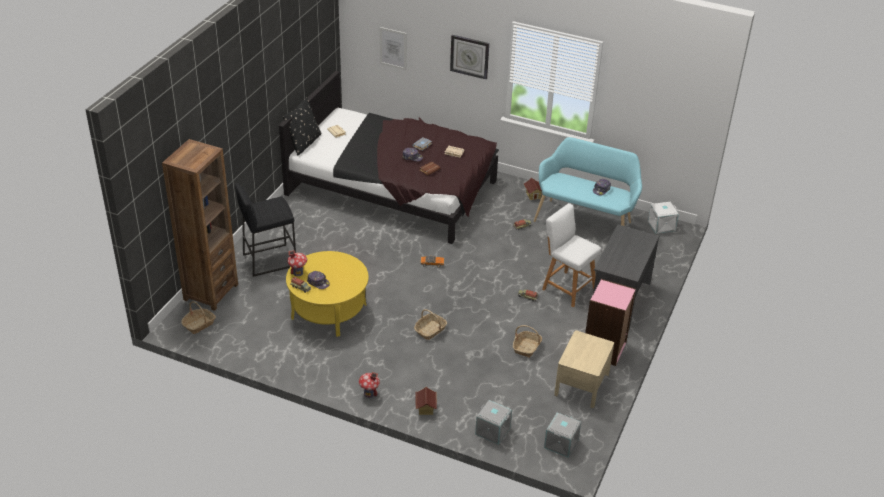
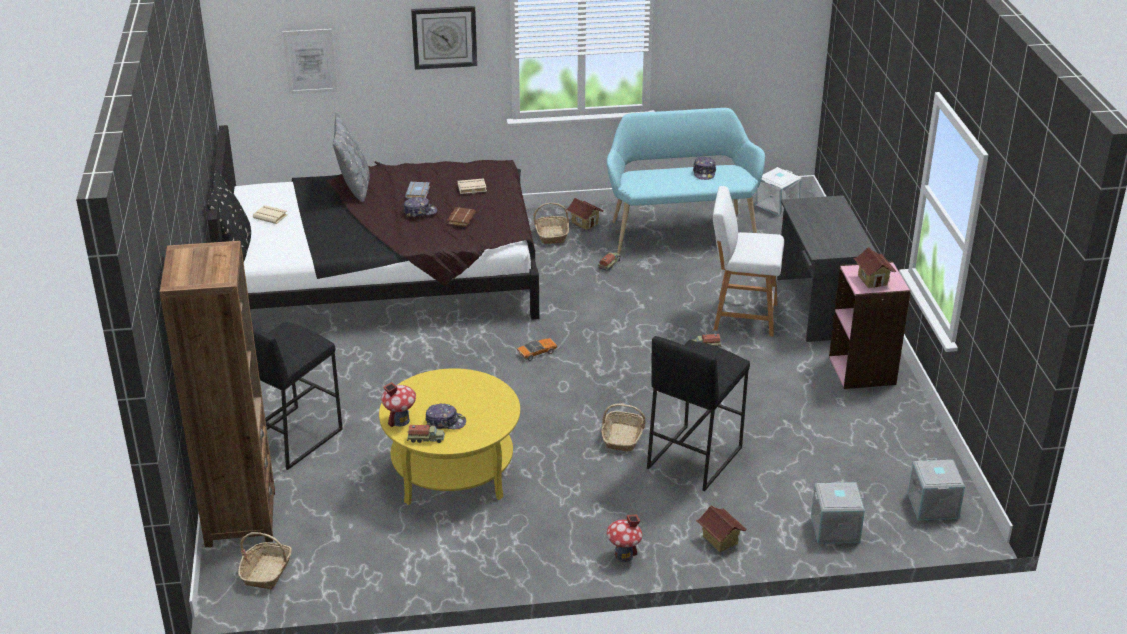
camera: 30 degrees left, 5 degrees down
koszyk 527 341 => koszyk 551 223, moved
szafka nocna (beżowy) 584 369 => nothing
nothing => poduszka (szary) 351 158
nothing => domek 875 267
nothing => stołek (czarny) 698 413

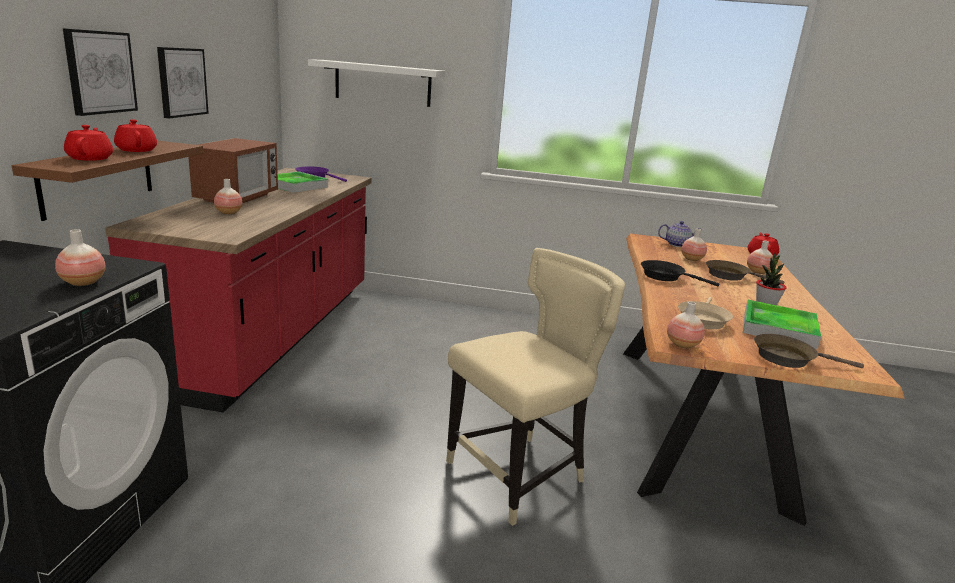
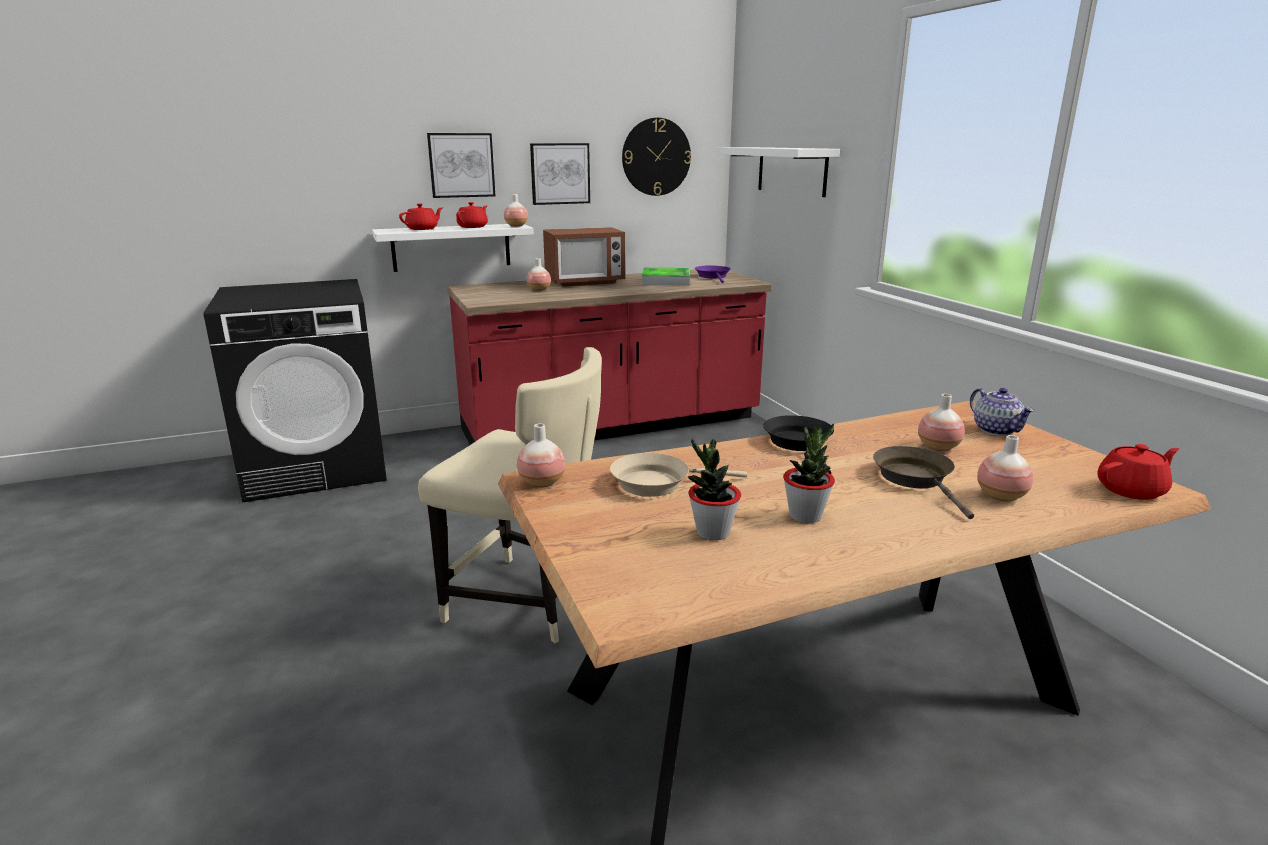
camera: 60 degrees right, 0 degrees up
półka (brązowy) 107 181 => półka (biały) 452 248
wazon 80 257 => wazon 516 210, moved
taca 782 324 => roślina doniczkowa 714 490
patelnia (brązowy) 809 351 => nothing
nothing => zegar ścienny 656 157

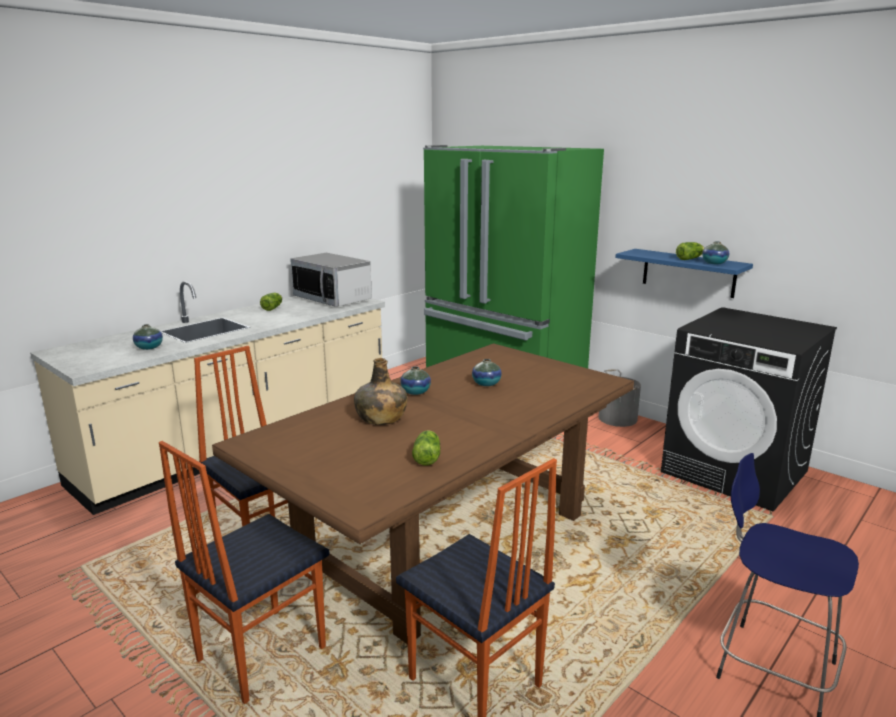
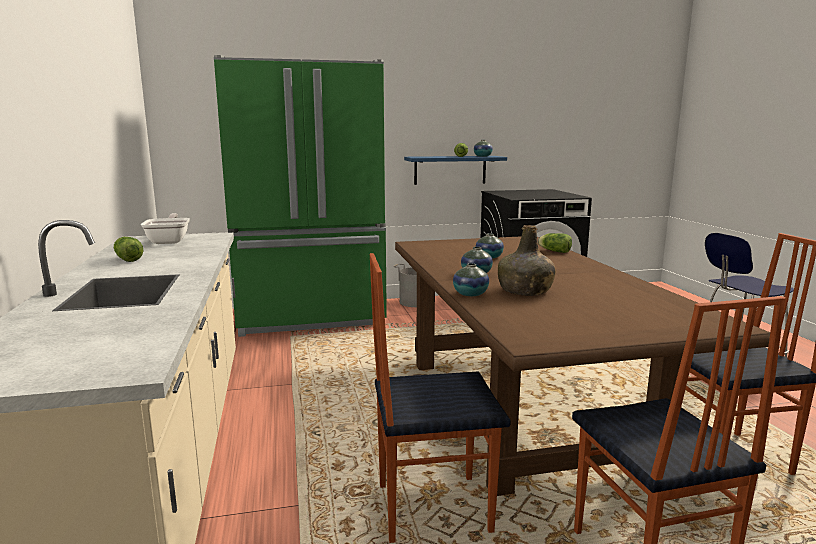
camera: 55 degrees left, 5 degrees down
mikrofalówka 331 280 => patelnia 165 228
wazon 148 337 => wazon 471 279, moved
sałata 426 448 => sałata 555 243, moved

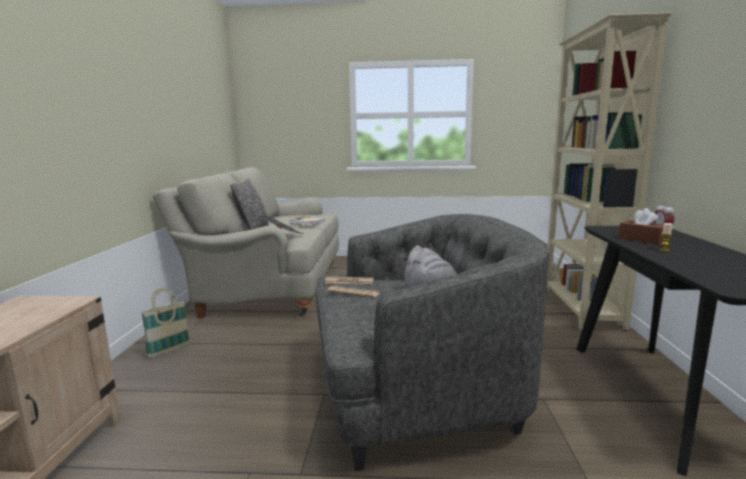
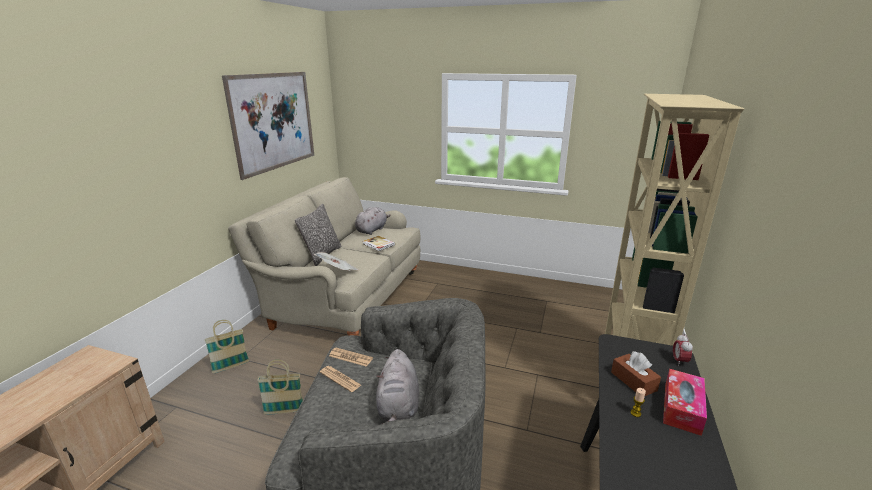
camera: 15 degrees right, 10 degrees up
nothing => obraz 268 126
nothing => pluszak (szary) 373 221
nothing => koszyk 280 387
nothing => pudełko chusteczek 685 402

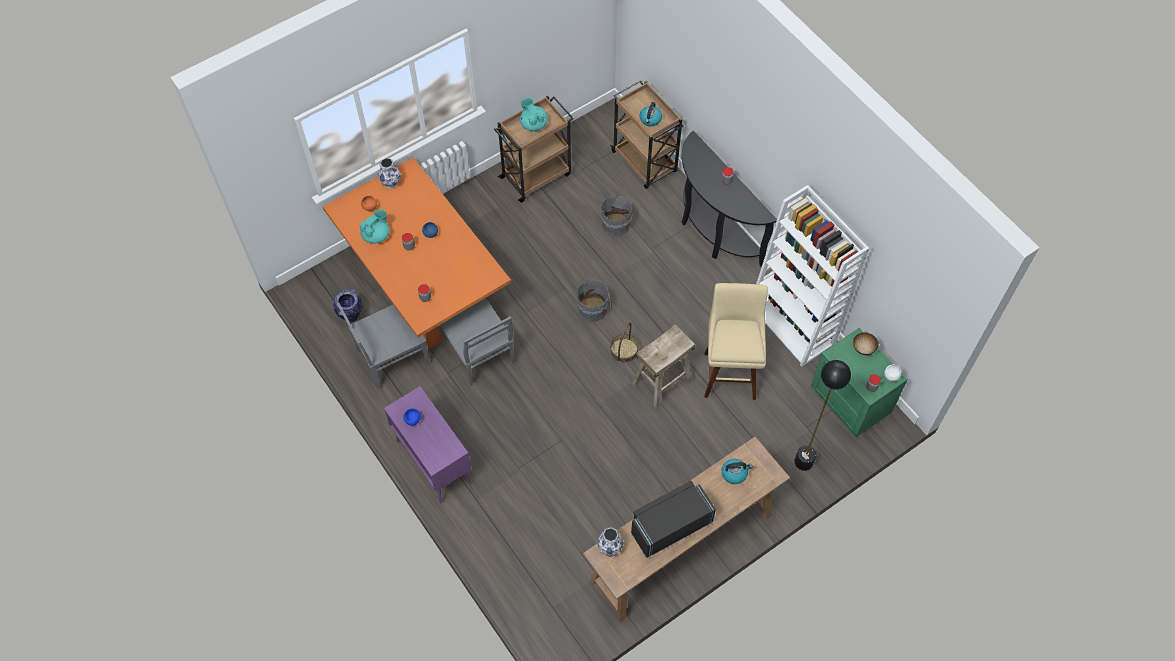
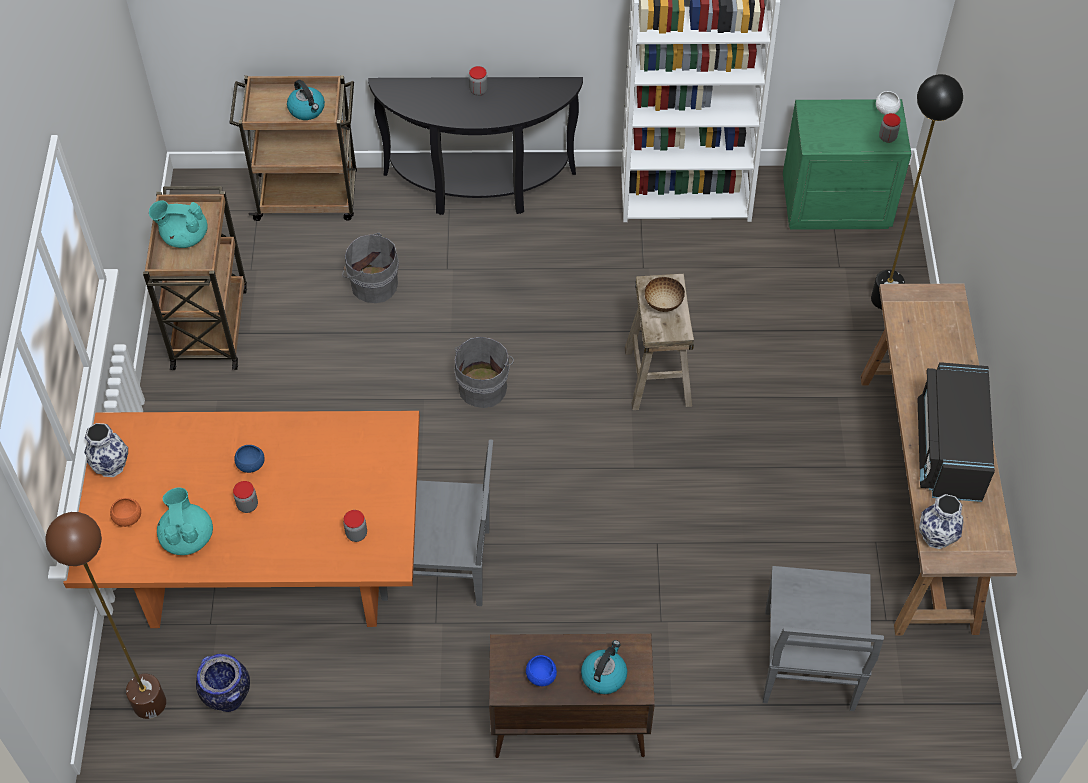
camera: 55 degrees left, 5 degrees down
stołek (beżowy) 736 341 => nothing
krzesło (szary) 383 345 => krzesło (szary) 823 638, moved
koszyk 624 342 => nothing
miska 866 343 => miska 665 294, moved
szafka (fioletowy) 428 445 => szafka (brązowy) 572 696
czajnik 737 471 => czajnik 604 667, moved
nothing => lampa stojąca (brązowy) 105 615

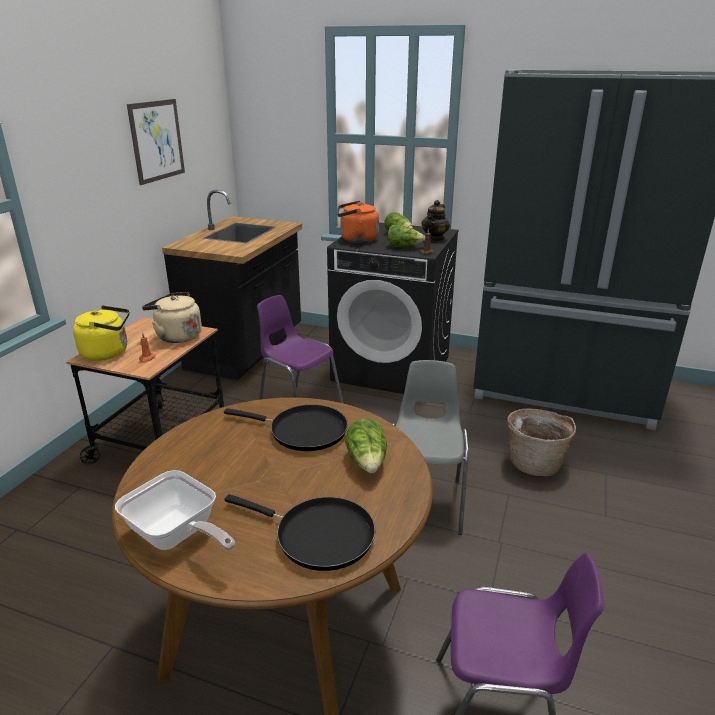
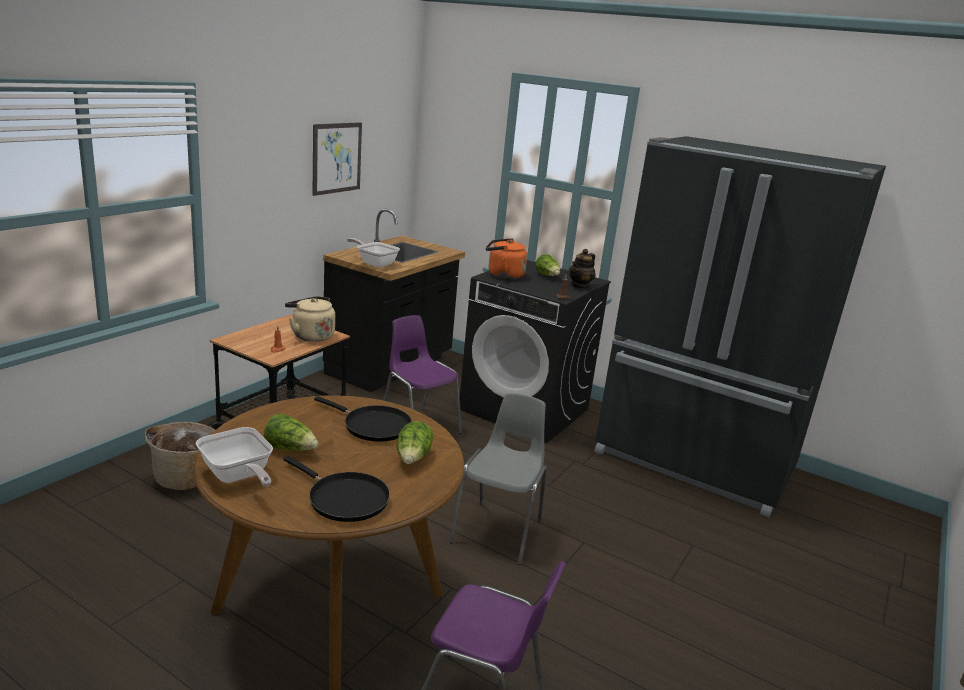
camera: 10 degrees right, 5 degrees down
sałata 406 236 => sałata 291 432, moved
czajnik (żółty) 101 333 => nothing
koszyk 541 442 => koszyk 180 456, moved
nothing => patelnia 373 252

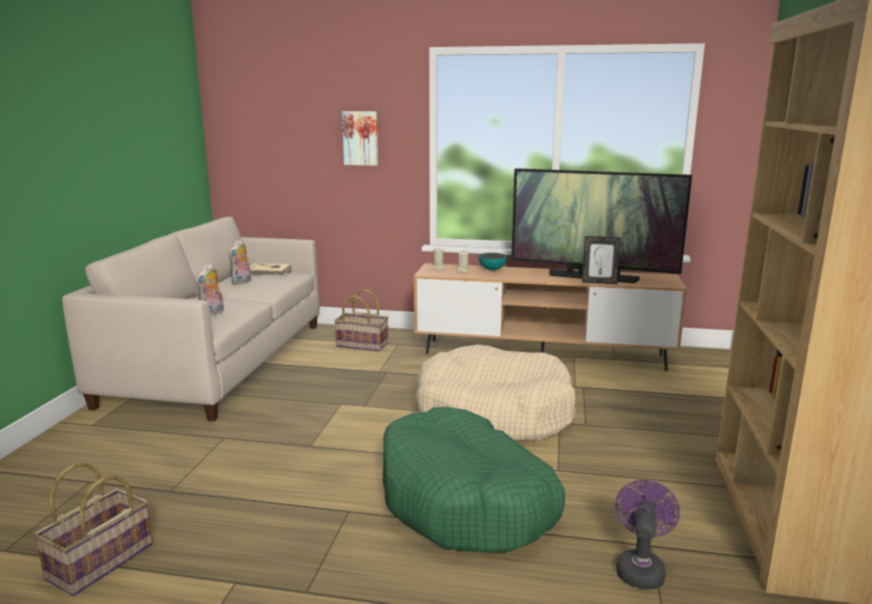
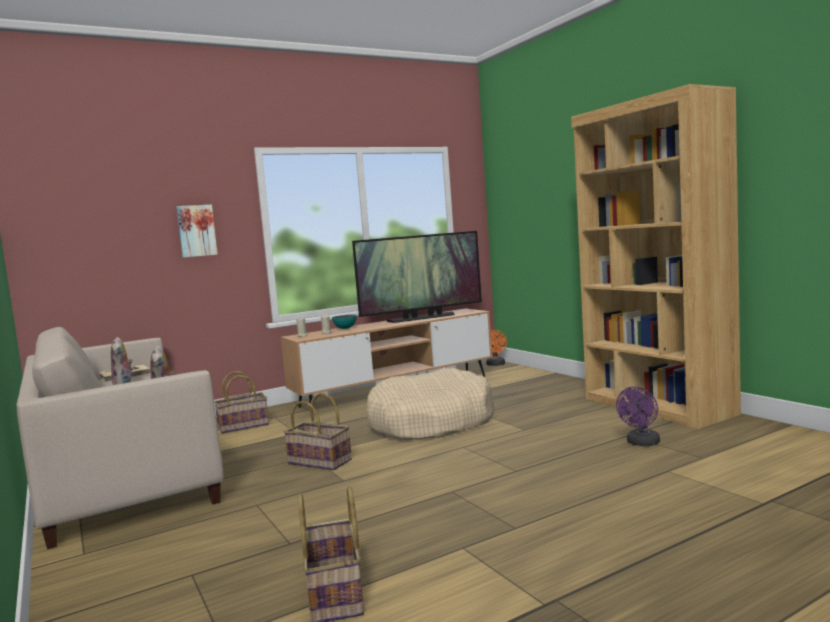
camera: 40 degrees left, 10 degrees down
ramka na zdjęcie 601 260 => nothing
legowisko (zielony) 474 480 => nothing
wentylator (fioletowy) 647 535 => wentylator (fioletowy) 638 416, 120 degrees counterclockwise
nothing => wentylator (pomarańczowy) 496 348
nothing => koszyk 318 431

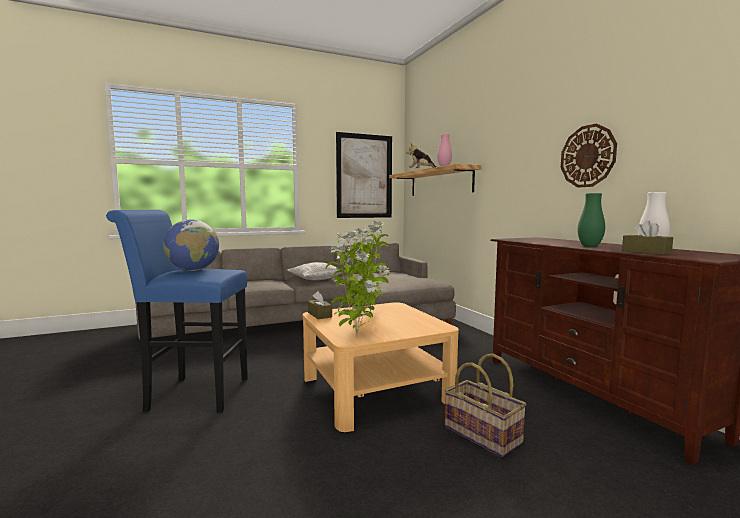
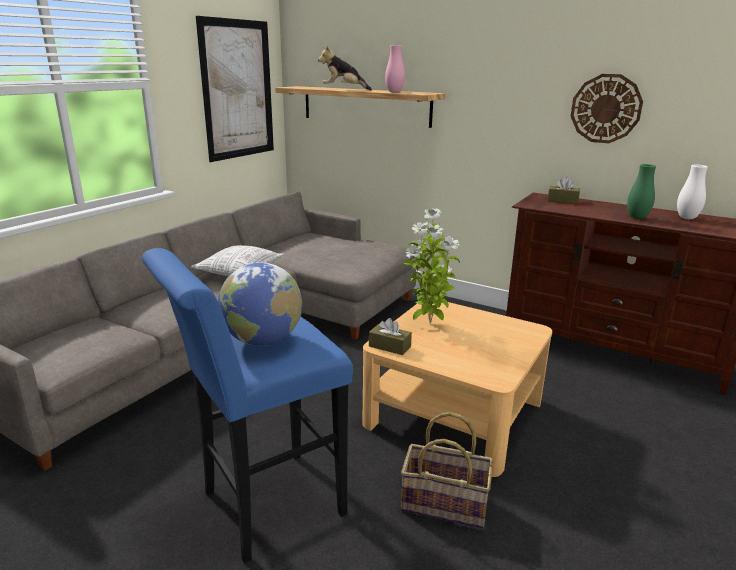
camera: 35 degrees left, 15 degrees up
pudełko chusteczek (brązowy) 647 237 => pudełko chusteczek (brązowy) 564 190, moved
roślina doniczkowa 356 279 => nothing
koszyk 485 405 => koszyk 447 470, moved

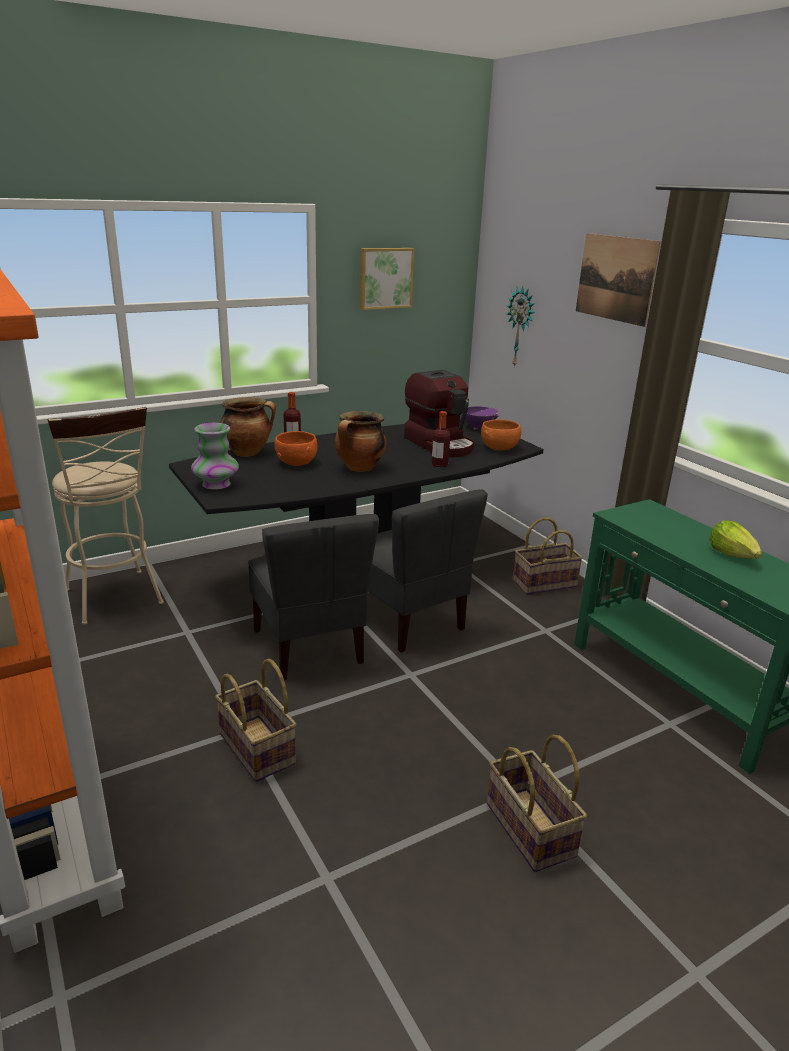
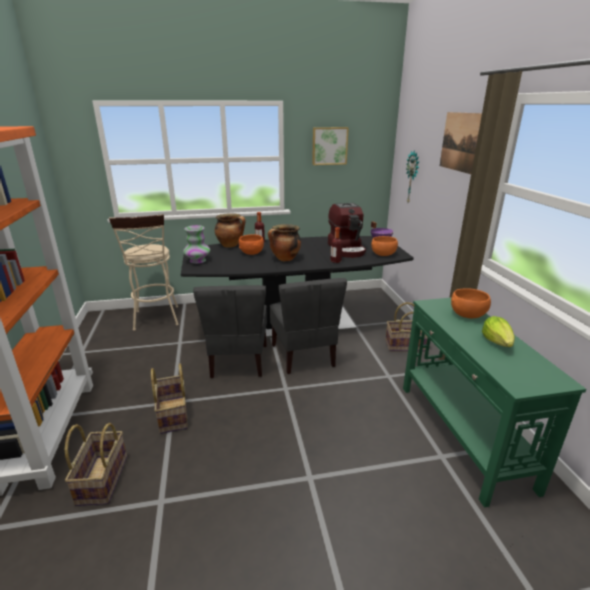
camera: 20 degrees right, 0 degrees up
koszyk 537 803 => koszyk 96 464, moved
nothing => miska (pomarańczowy) 471 303

